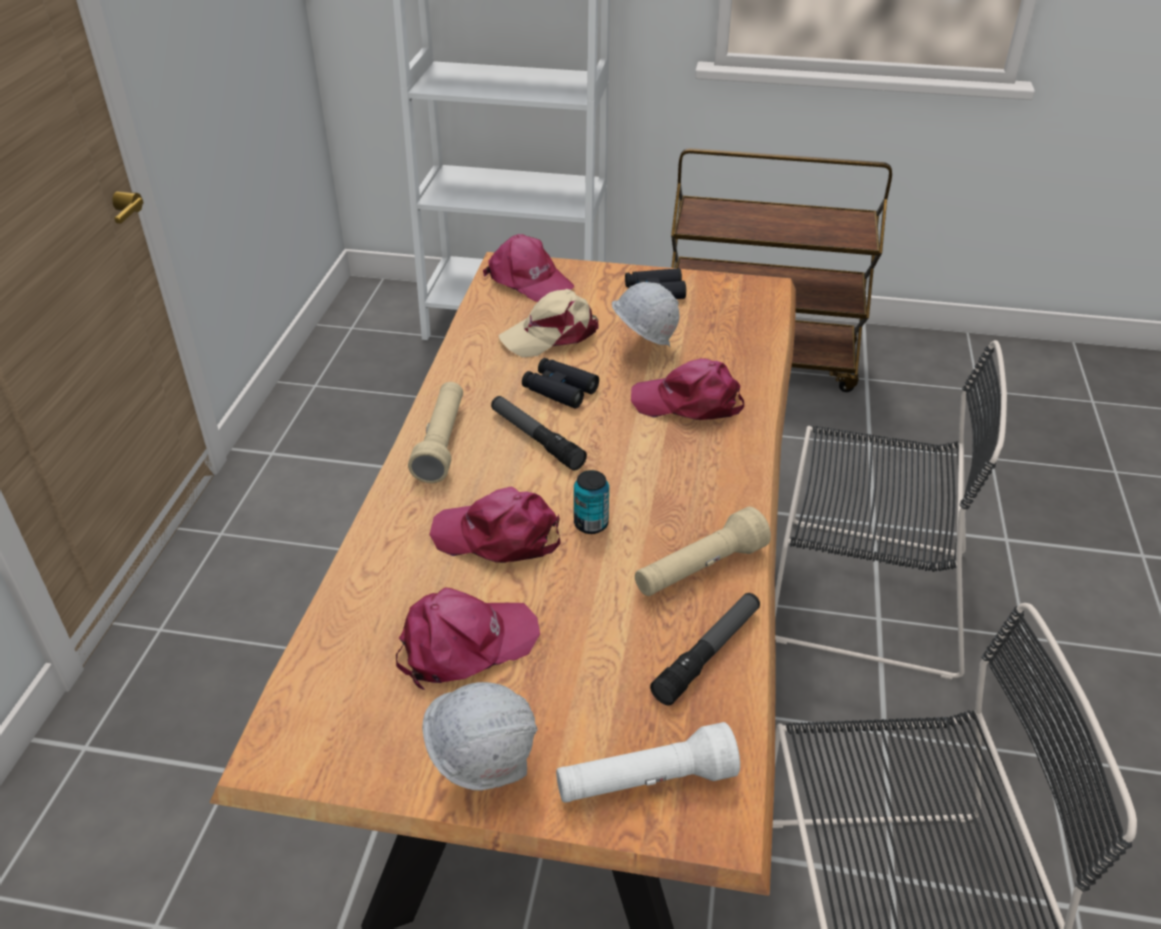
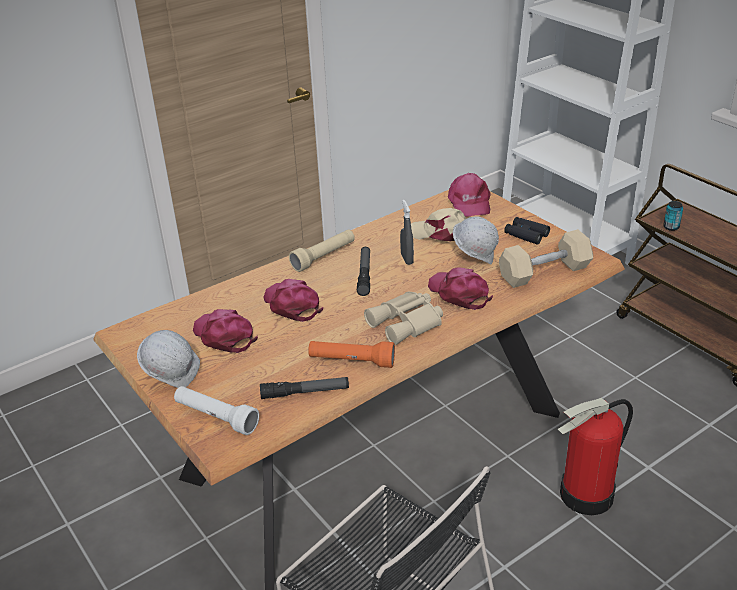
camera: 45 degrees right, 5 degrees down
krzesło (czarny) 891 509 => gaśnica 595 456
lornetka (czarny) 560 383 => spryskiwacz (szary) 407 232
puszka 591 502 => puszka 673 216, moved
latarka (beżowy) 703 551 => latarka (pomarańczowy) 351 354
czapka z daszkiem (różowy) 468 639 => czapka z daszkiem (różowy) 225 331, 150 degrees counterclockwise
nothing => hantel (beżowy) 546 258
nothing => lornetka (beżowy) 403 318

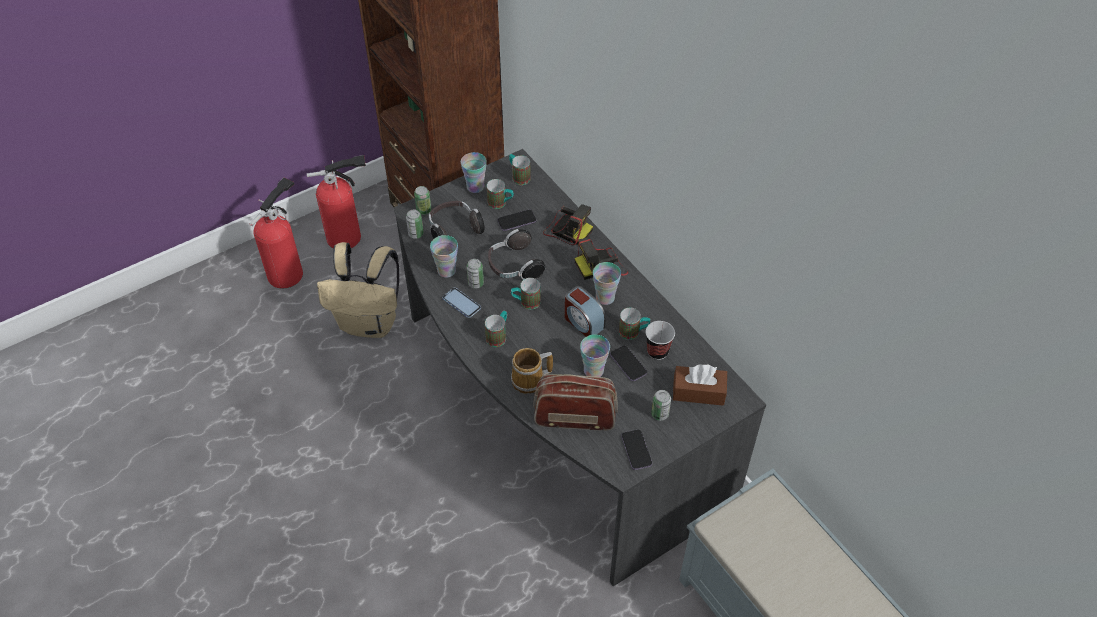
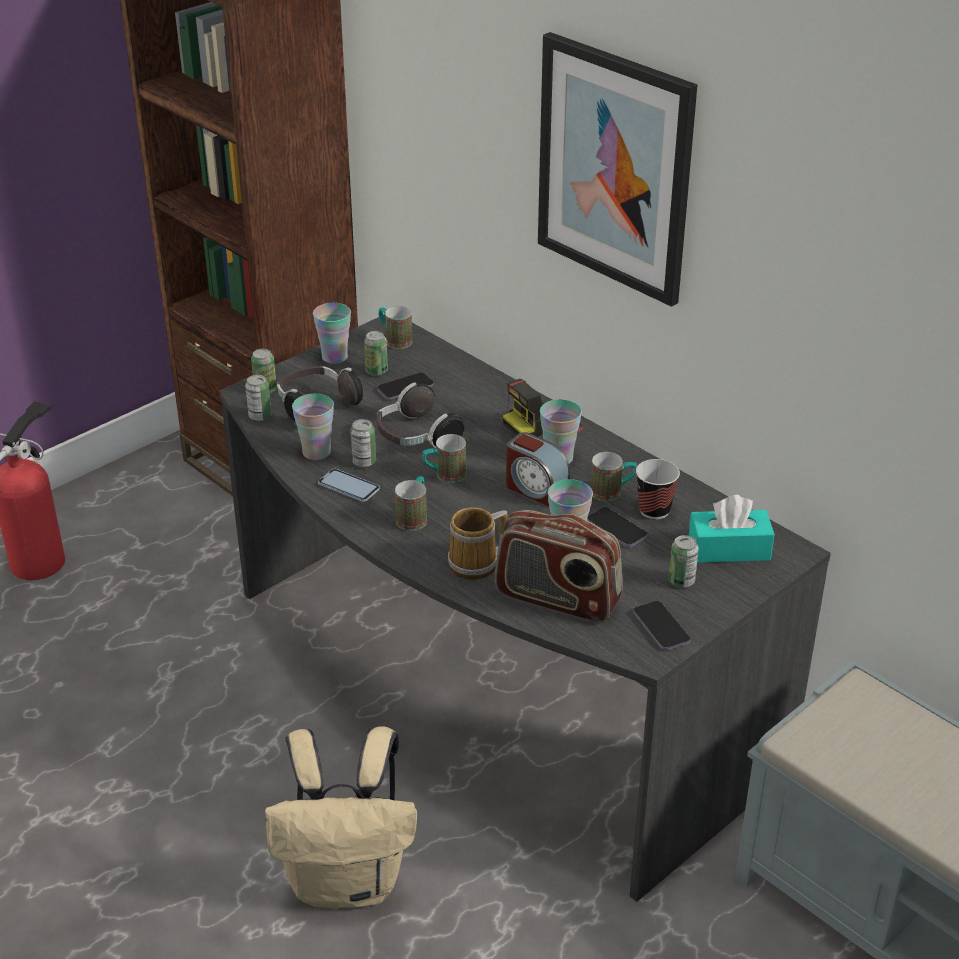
camera: 10 degrees left, 15 degrees down
gaśnica 336 202 => nothing
kubek 500 194 => puszka 376 353
aparat fotograficzny 568 224 => nothing
plecak (beżowy) 358 290 => plecak (beżowy) 341 817, moved
pudełko chusteczek (brązowy) 700 385 => pudełko chusteczek (turkusowy) 732 529
radio 575 402 => radio 558 566, 150 degrees counterclockwise
nothing => obraz 617 169

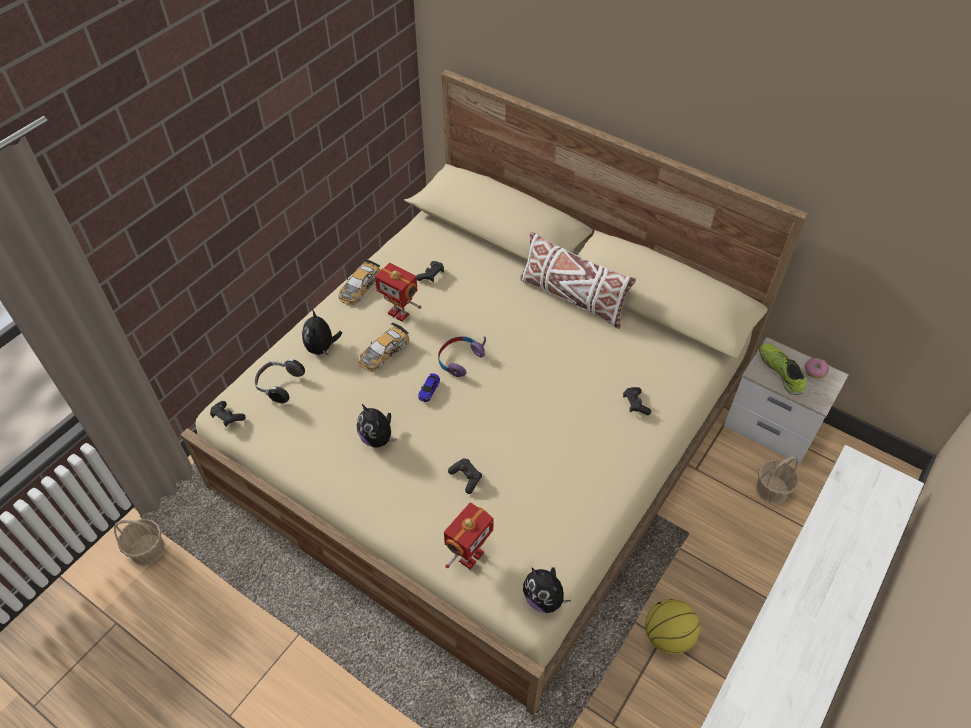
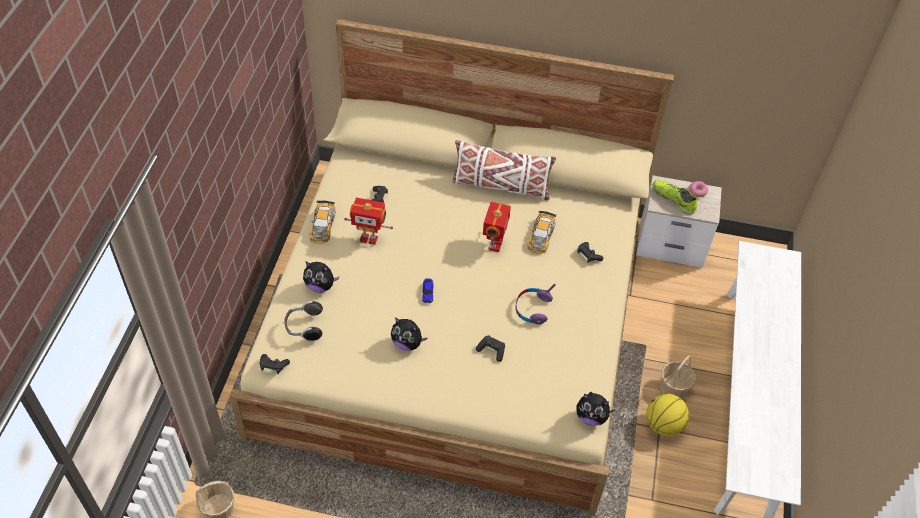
camera: 25 degrees left, 0 degrees up
pluszak 322 332 => pluszak 321 277, 45 degrees counterclockwise
samochodzik 384 347 => samochodzik 541 232, moved
słuchawki (fioletowy) 462 356 => słuchawki (fioletowy) 535 304, moved
koszyk 777 480 => koszyk 678 376, moved
robot zabawkowy 469 536 => robot zabawkowy 497 227, moved

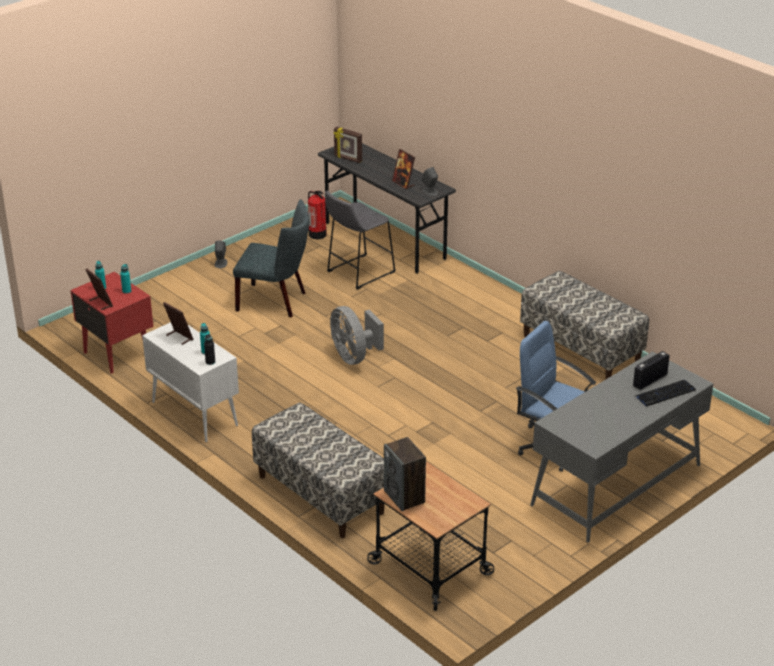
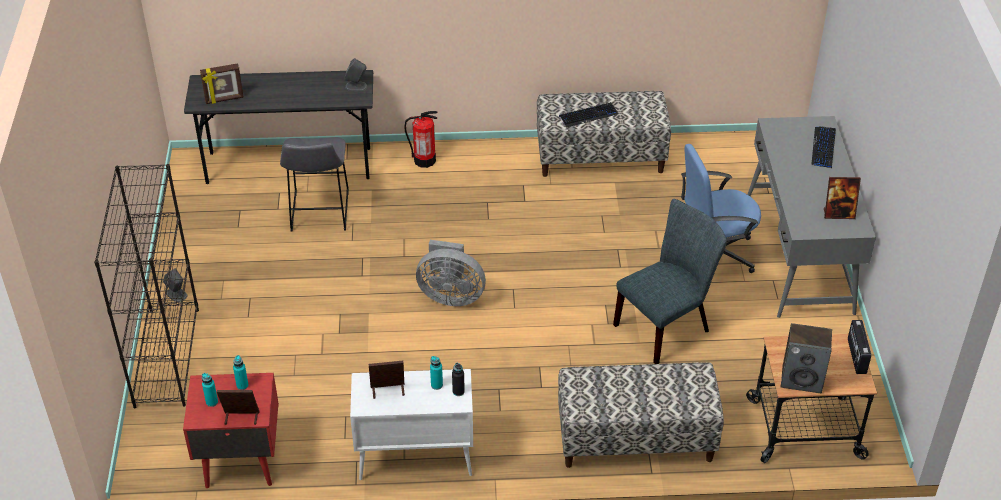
camera: 50 degrees left, 10 degrees up
ramka na zdjęcie 403 169 => ramka na zdjęcie 842 198, moved
gaśnica 317 215 => gaśnica 420 139, moved
krzesło (szary) 271 258 => krzesło (szary) 670 281, moved
radio 651 370 => radio 859 347, moved
nothing => klawiatura 588 115
nothing => regał (czarny) 146 286

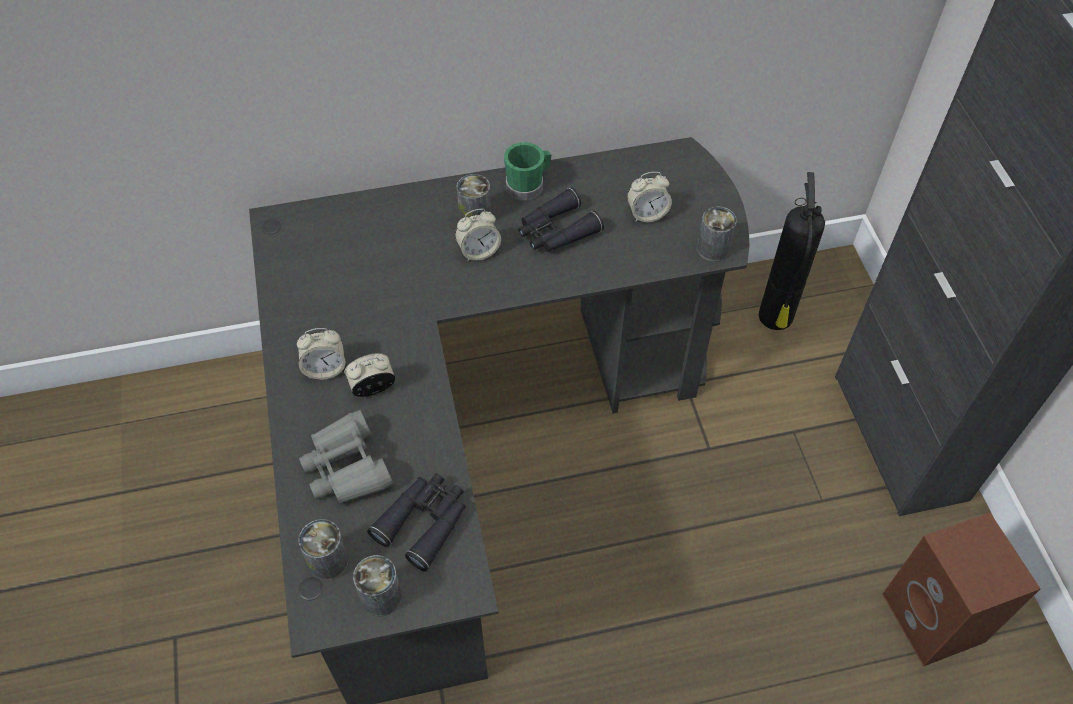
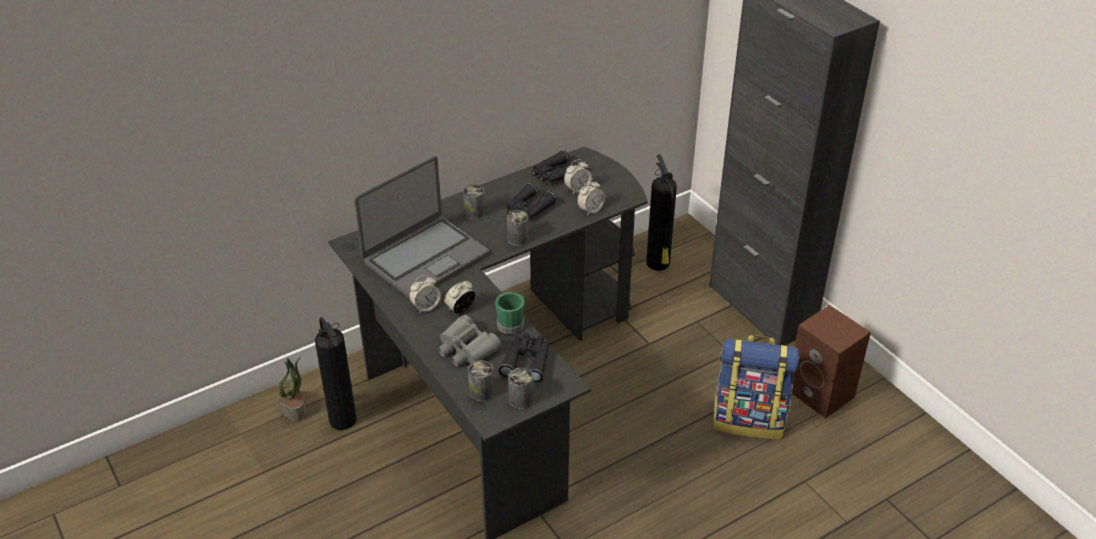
camera: 20 degrees left, 15 degrees down
kubek (zielony) 527 171 => kubek (zielony) 510 313, moved
puszka 717 233 => puszka 518 228, moved
budzik 478 235 => budzik 591 197, moved
nothing => lornetka (czarny) 556 166
nothing => laptop 421 227
nothing => gaśnica 336 373
nothing => plecak 756 387
nothing => roślina doniczkowa 292 389

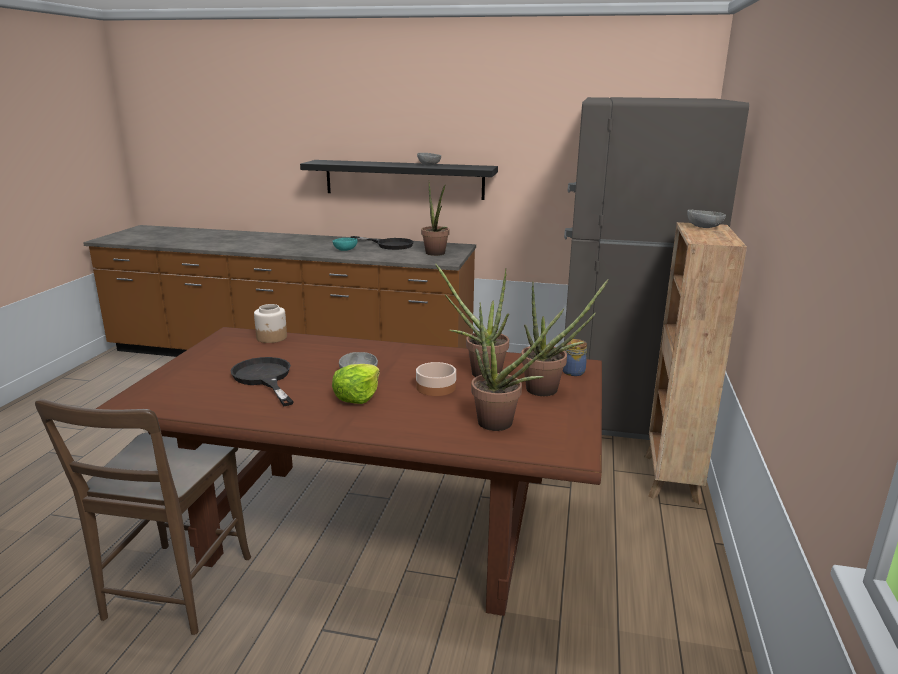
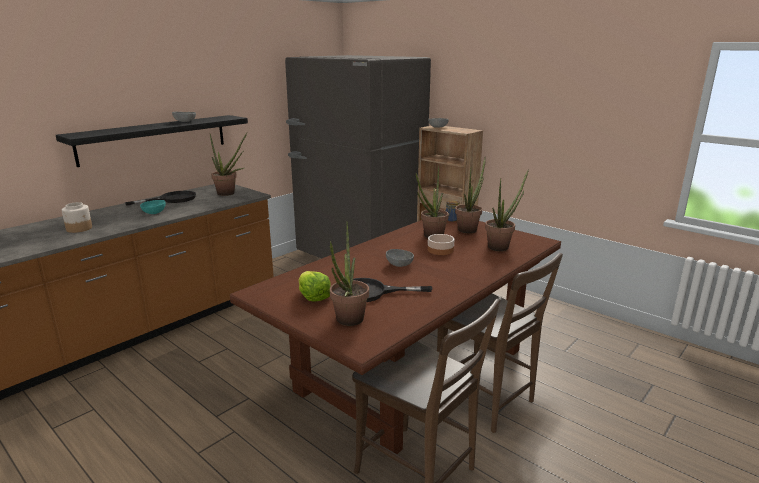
camera: 60 degrees left, 0 degrees up
słoik 270 323 => słoik 77 217, moved
sałata 356 384 => sałata 314 286, moved
nothing => roślina doniczkowa 349 273
nothing => krzesło (brązowy) 500 343

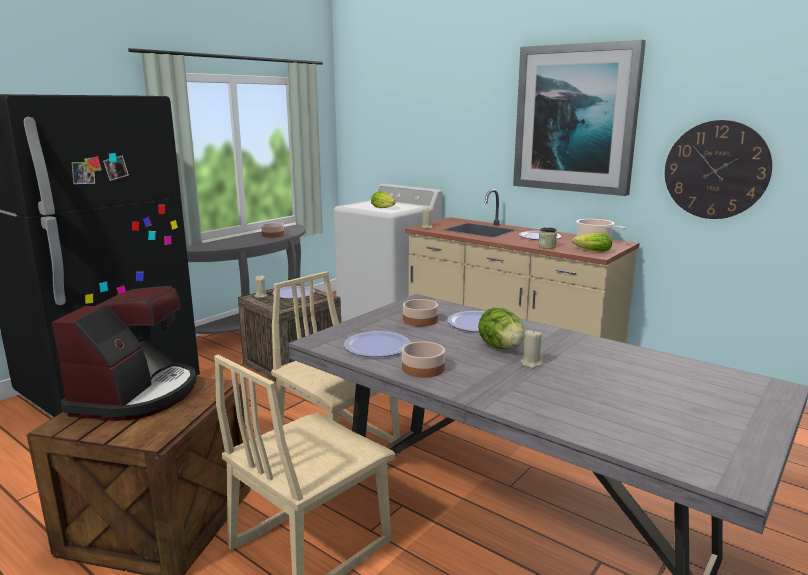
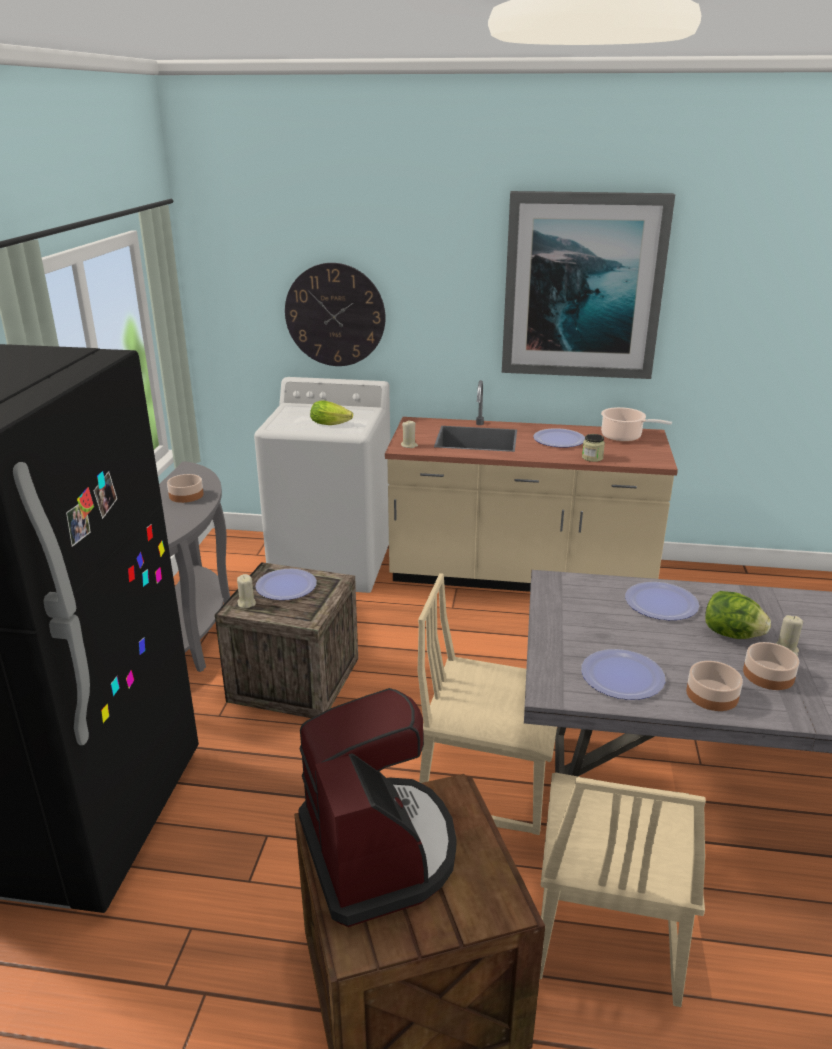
camera: 30 degrees left, 10 degrees up
zegar ścienny 718 169 => zegar ścienny 335 314, moved
sałata 592 242 => nothing
miska 420 312 => miska 771 666, moved

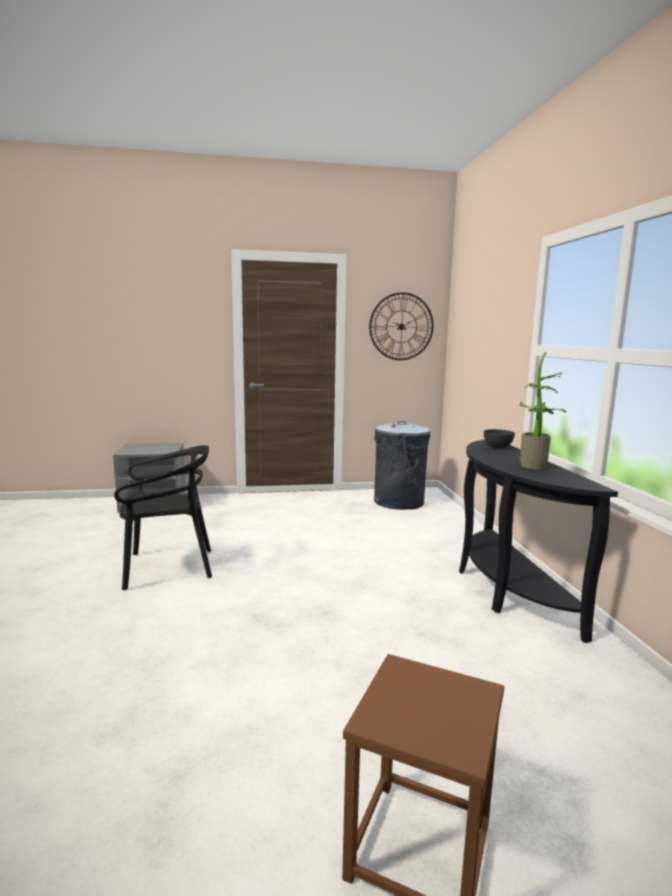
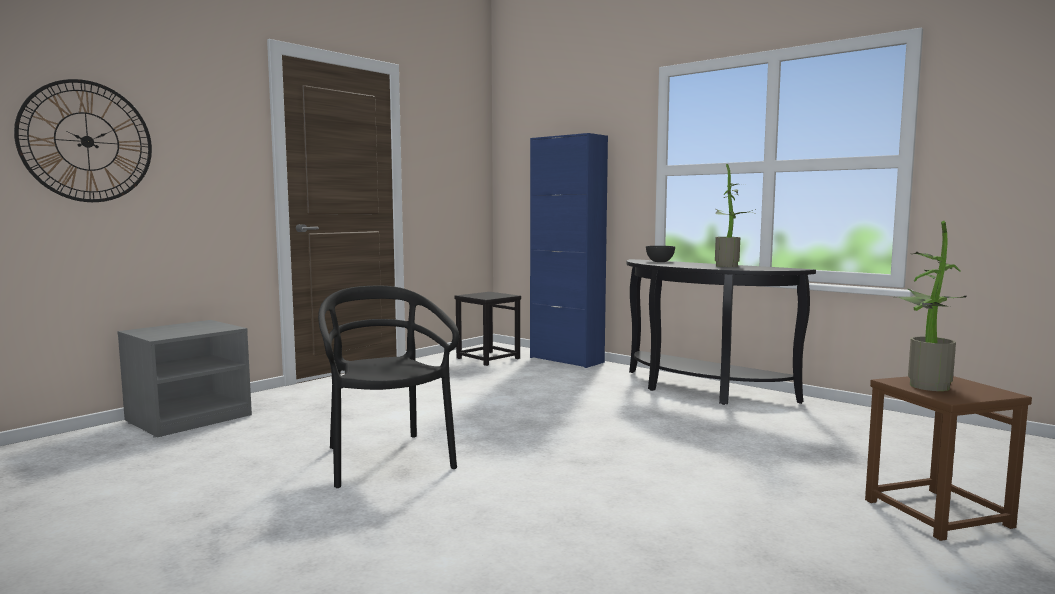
camera: 40 degrees left, 5 degrees down
zegar ścienny 401 326 => zegar ścienny 83 140, moved
kosz na śmieci (szary) 402 465 => stołek (czarny) 488 329
krzesło (czarny) 163 517 => krzesło (czarny) 388 387, 60 degrees counterclockwise
nothing => szafka (niebieski) 569 250
nothing => roślina doniczkowa 932 306

